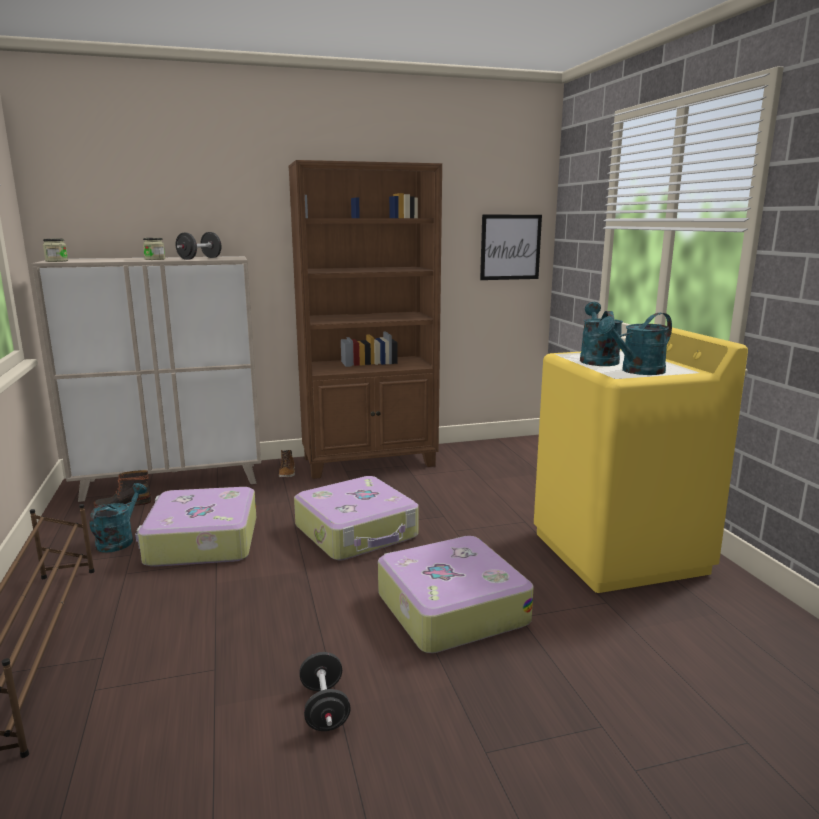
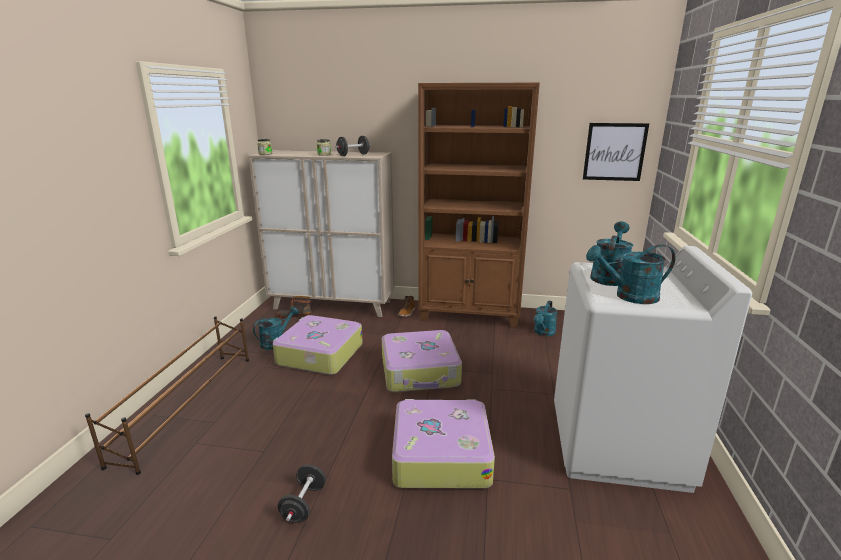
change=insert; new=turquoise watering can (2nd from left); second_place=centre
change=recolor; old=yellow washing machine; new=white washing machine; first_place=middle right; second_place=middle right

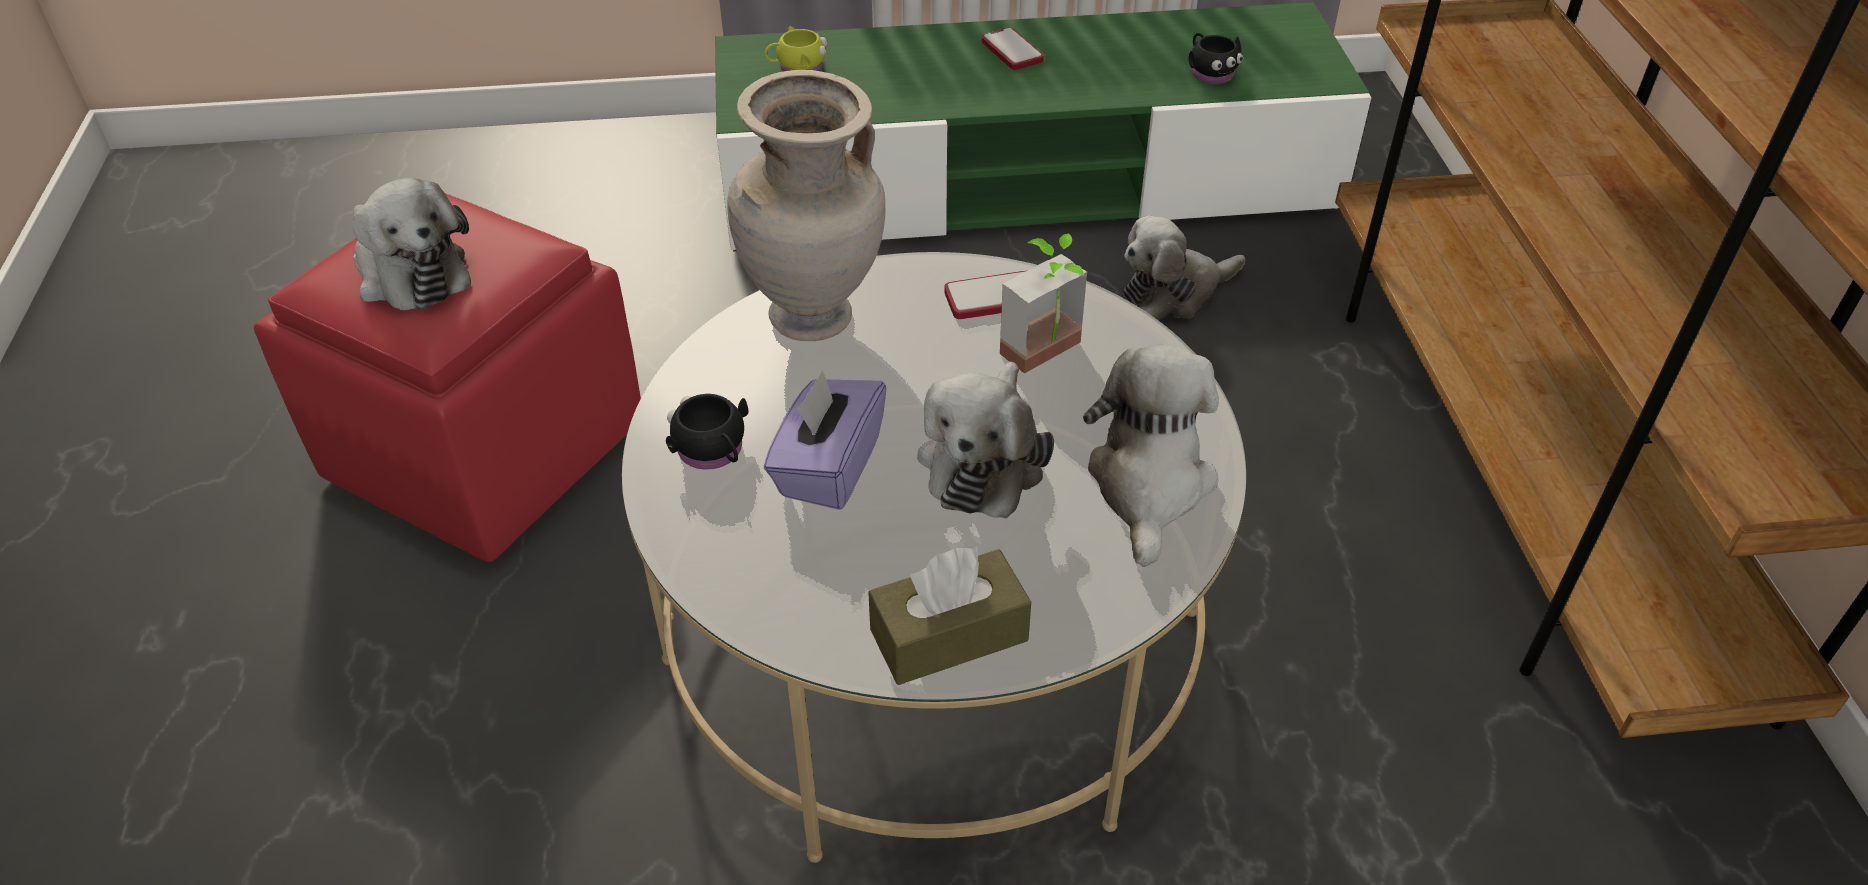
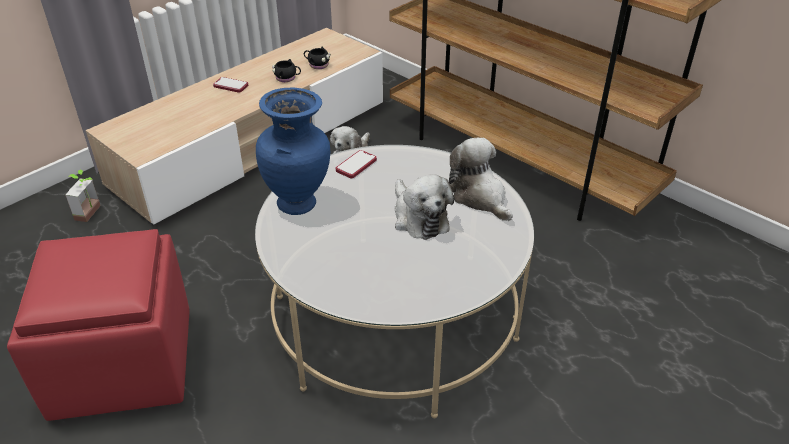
change=move; old=potted plant; first_place=centre; second_place=middle left
change=recolor; old=green tv stand; new=beige tv stand; first_place=top centre; second_place=top left
change=recolor; old=beige vase; new=blue vase; first_place=top centre; second_place=centre
change=move; old=black mug (1st from left); first_place=centre; second_place=top centre
change=delete; old=plush toy (1st from left); first_place=top left
change=delete; old=purple tissue box; first_place=centre
change=delete; old=yellow mug; first_place=top centre
change=delete; old=brown tissue box; first_place=bottom centre

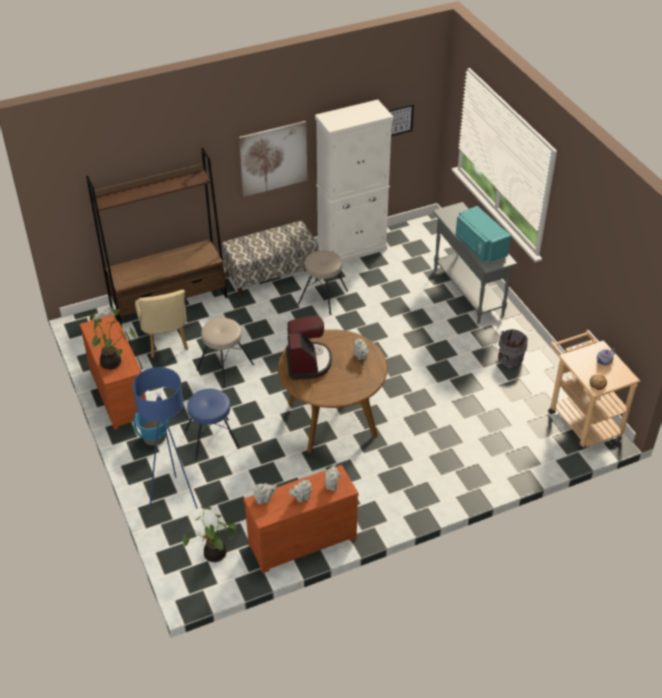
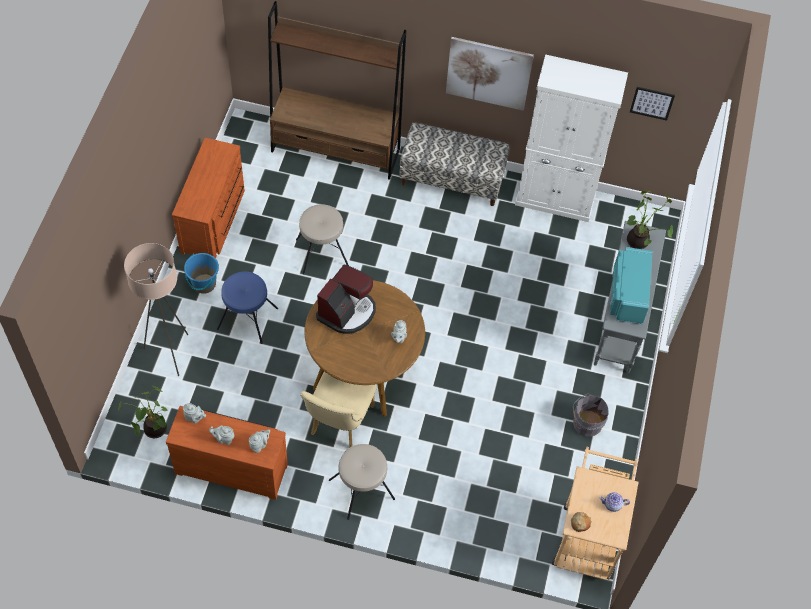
change=recolor; old=blue floor lamp; new=beige floor lamp; first_place=middle left; second_place=middle left
change=move; old=beige chair; first_place=middle left; second_place=bottom centre
change=move; old=beige stool (2nd from left); first_place=centre; second_place=bottom centre
change=move; old=potted plant (1st from left in the first image); new=potted plant (2nd from left); first_place=middle left; second_place=middle right

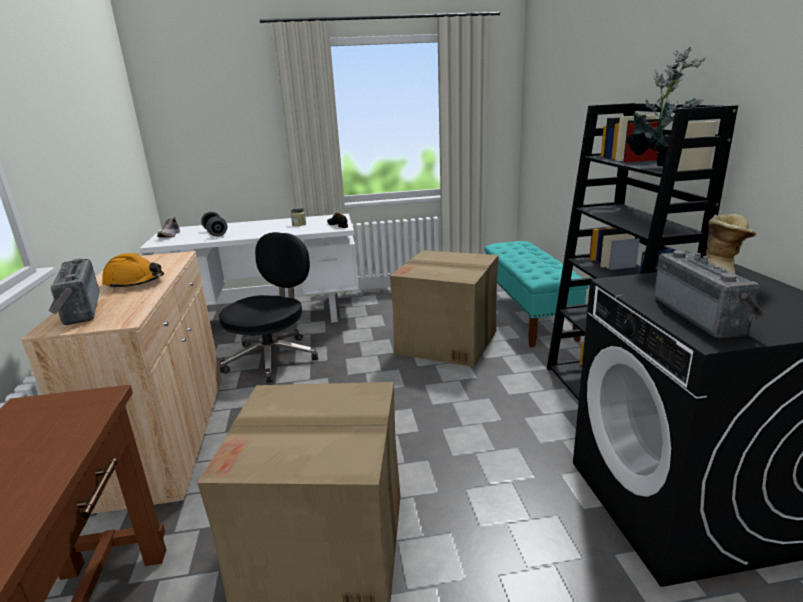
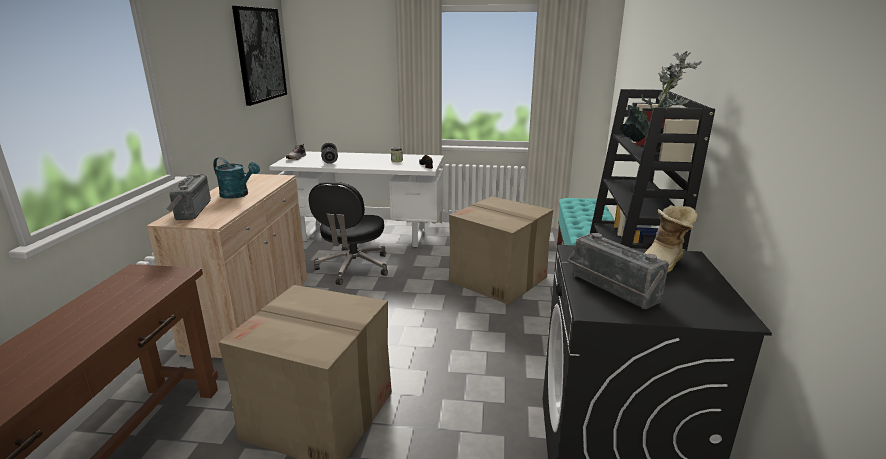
change=replace; old=orange hard hat; new=turquoise watering can; first_place=middle left; second_place=middle left
change=insert; new=picture; second_place=top left
change=rotate; old=black office chair; first_place=centre; second_place=centre; degrees=150
change=rotate; old=radio (2nd from left); first_place=middle right; second_place=middle right; degrees=135

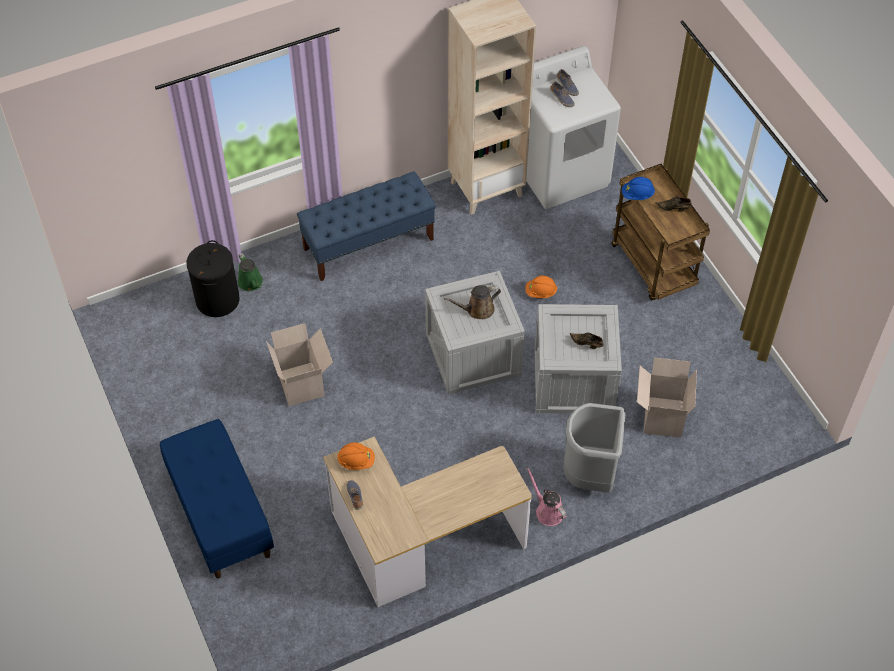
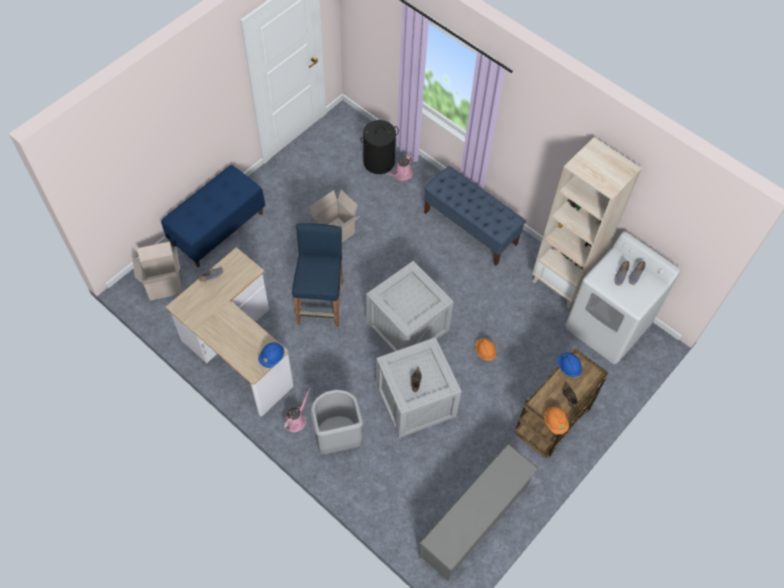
change=move; old=cardboard box (2nd from left in the first image); new=cardboard box (1st from left); first_place=middle right; second_place=middle left
change=insert; new=blue hard hat (1st from left); second_place=centre
change=insert; new=blue stool; second_place=centre
change=recolor; old=green watering can; new=pink watering can (2nd from left); first_place=middle left; second_place=top centre
change=insert; new=grey shoe rack; second_place=bottom centre
change=move; old=orange hard hat (1st from left in the first image); new=orange hard hat (2nd from left); first_place=bottom centre; second_place=bottom right
change=delete; old=brown watering can; first_place=centre

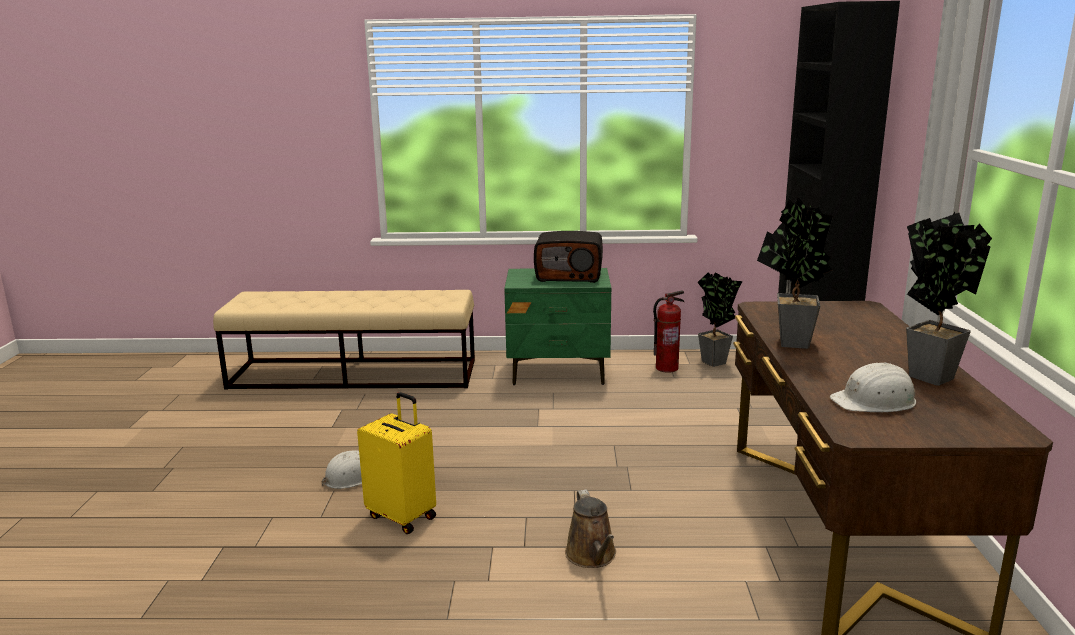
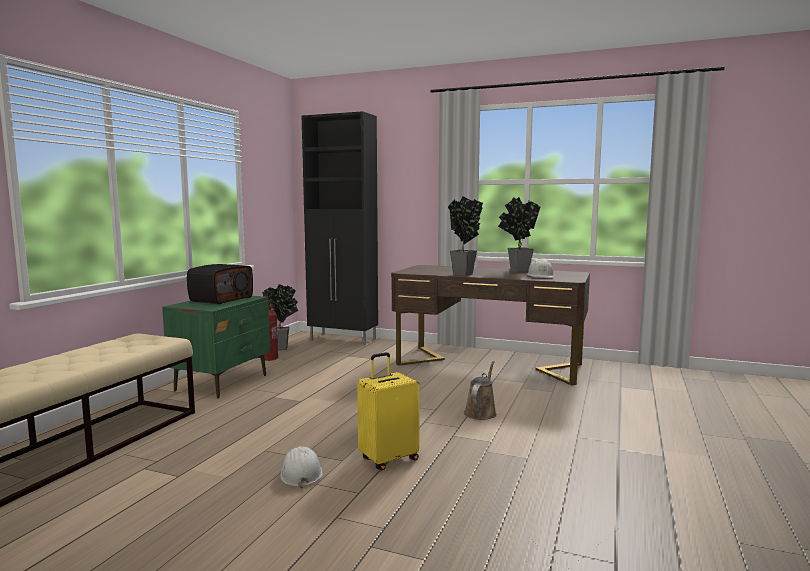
change=rotate; old=brown watering can; first_place=bottom centre; second_place=bottom centre; degrees=-75

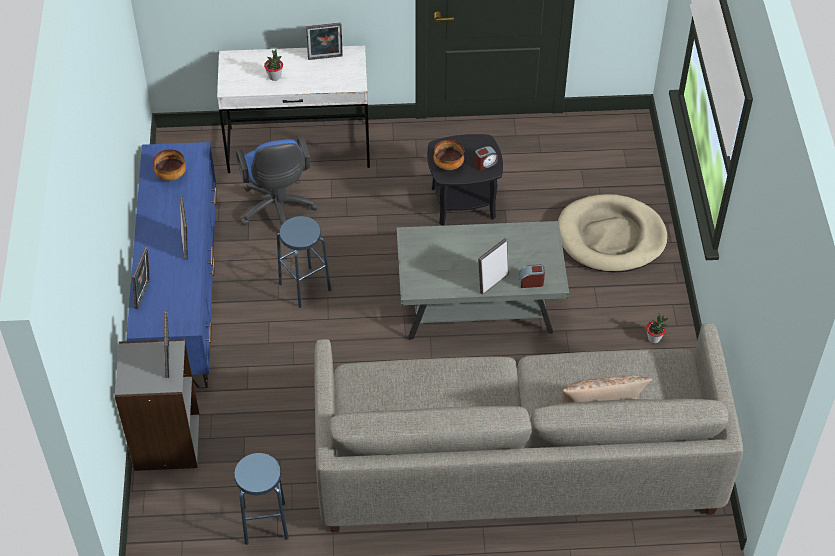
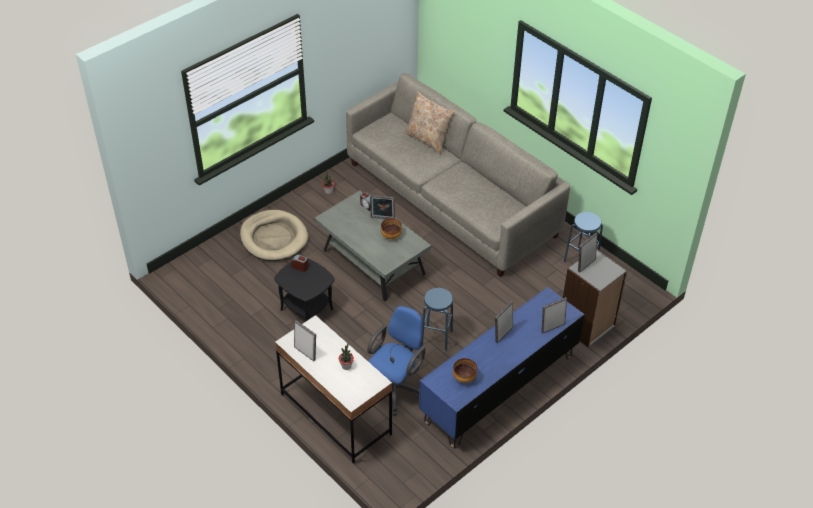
change=move; old=bowl (2nd from left in the first image); new=bowl (1st from left); first_place=top centre; second_place=centre

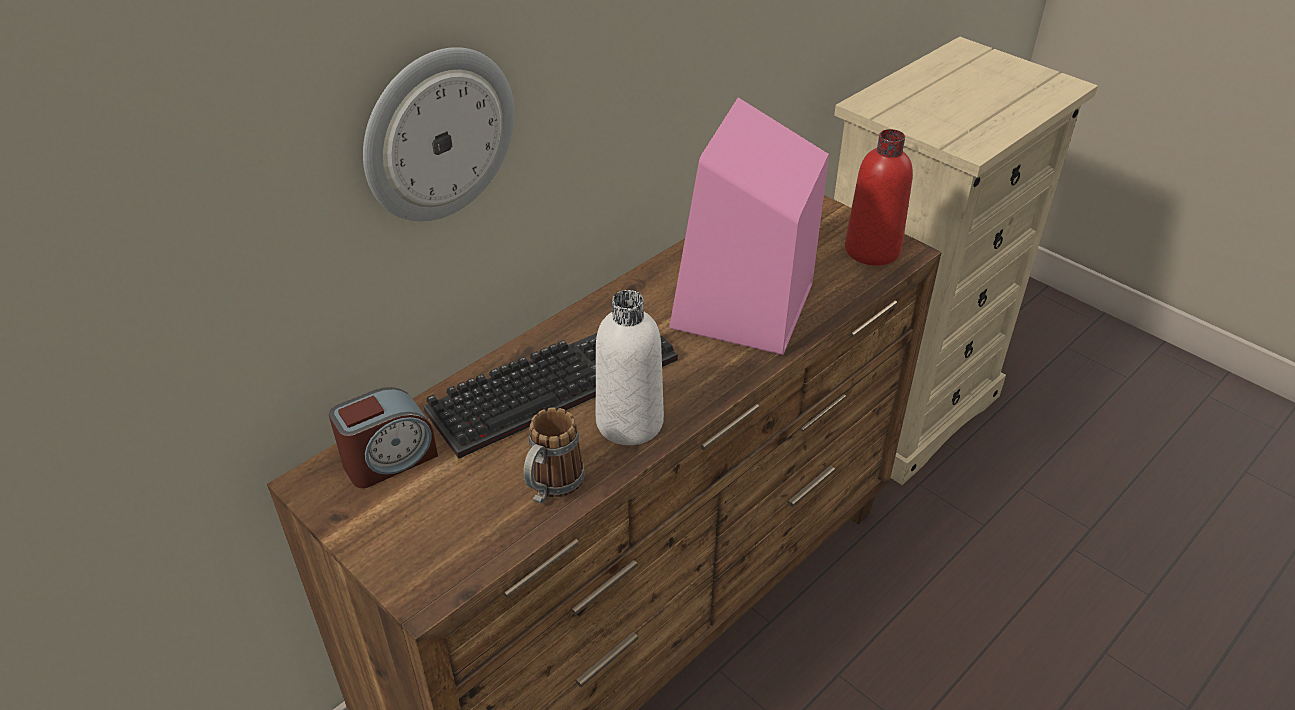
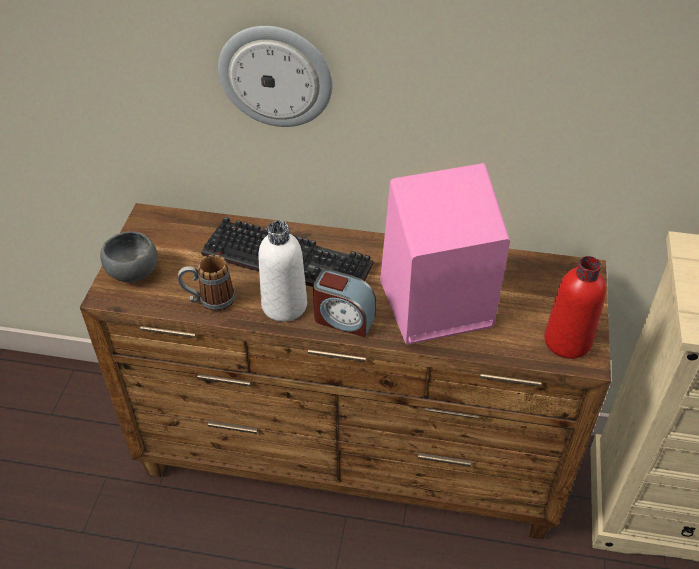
change=insert; new=grey bowl; second_place=middle left
change=move; old=alarm clock; first_place=middle left; second_place=centre

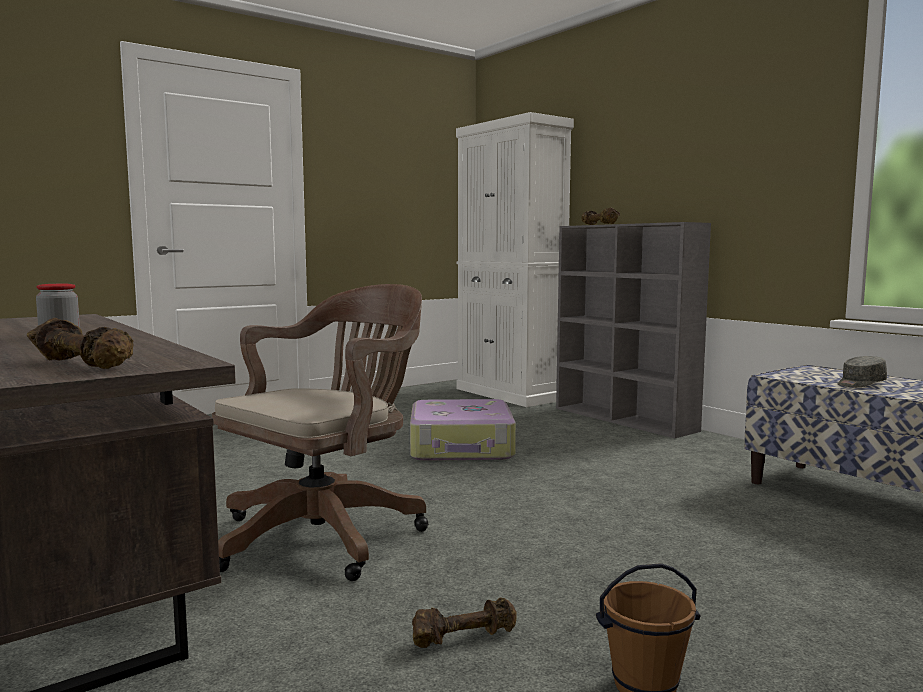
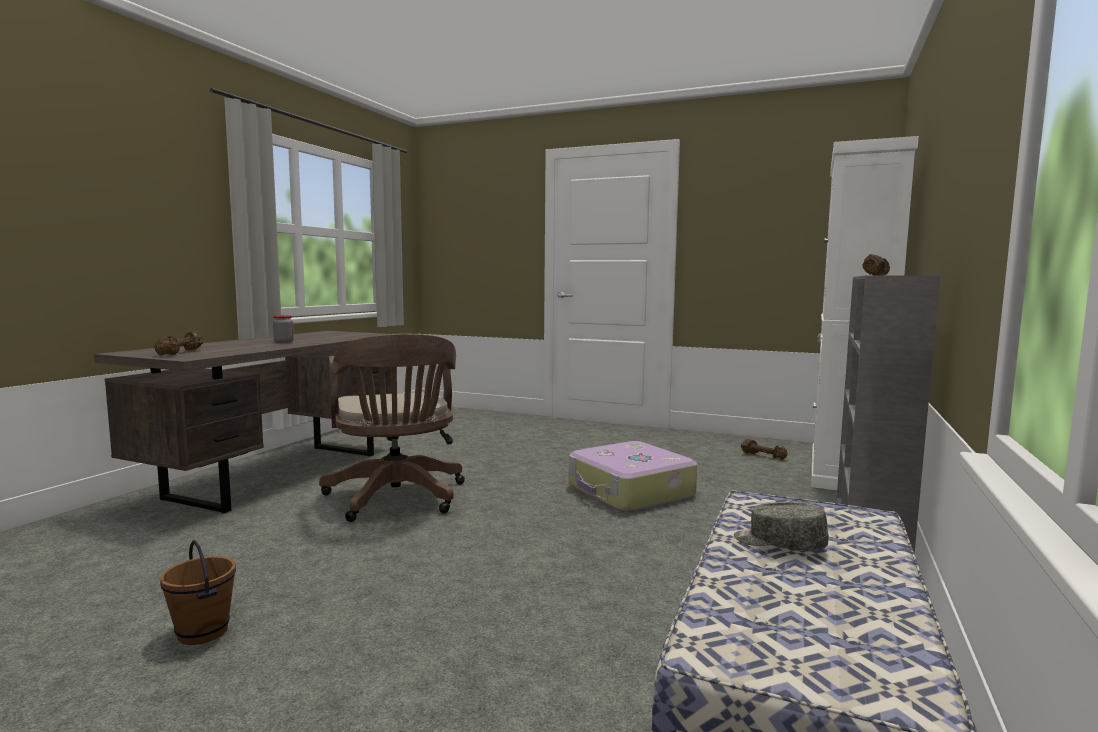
change=rotate; old=brown office chair; first_place=centre; second_place=centre; degrees=60
change=move; old=brown dumbbell (2nd from left); first_place=bottom centre; second_place=middle right

